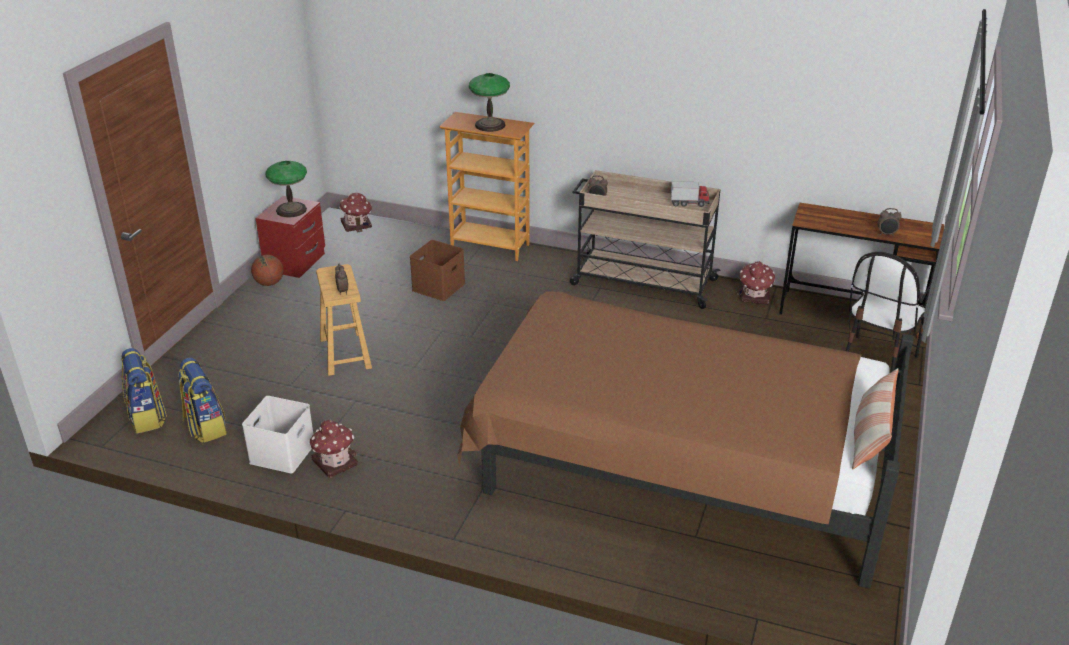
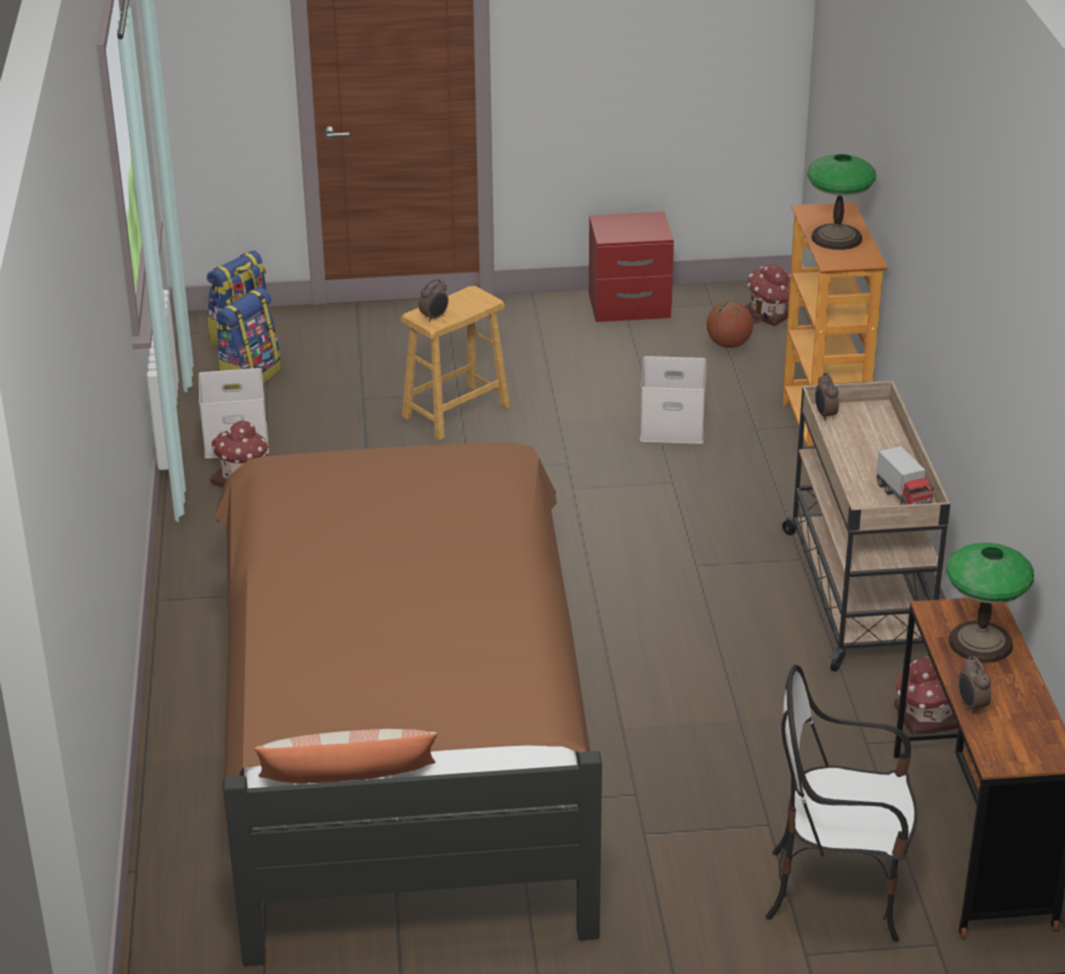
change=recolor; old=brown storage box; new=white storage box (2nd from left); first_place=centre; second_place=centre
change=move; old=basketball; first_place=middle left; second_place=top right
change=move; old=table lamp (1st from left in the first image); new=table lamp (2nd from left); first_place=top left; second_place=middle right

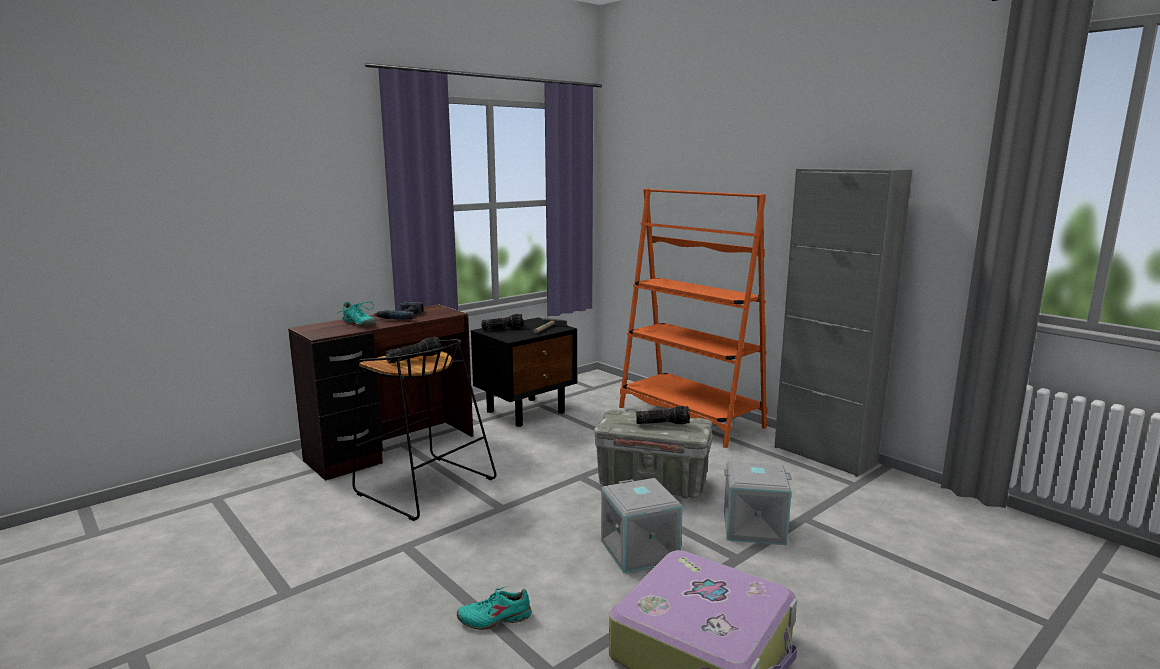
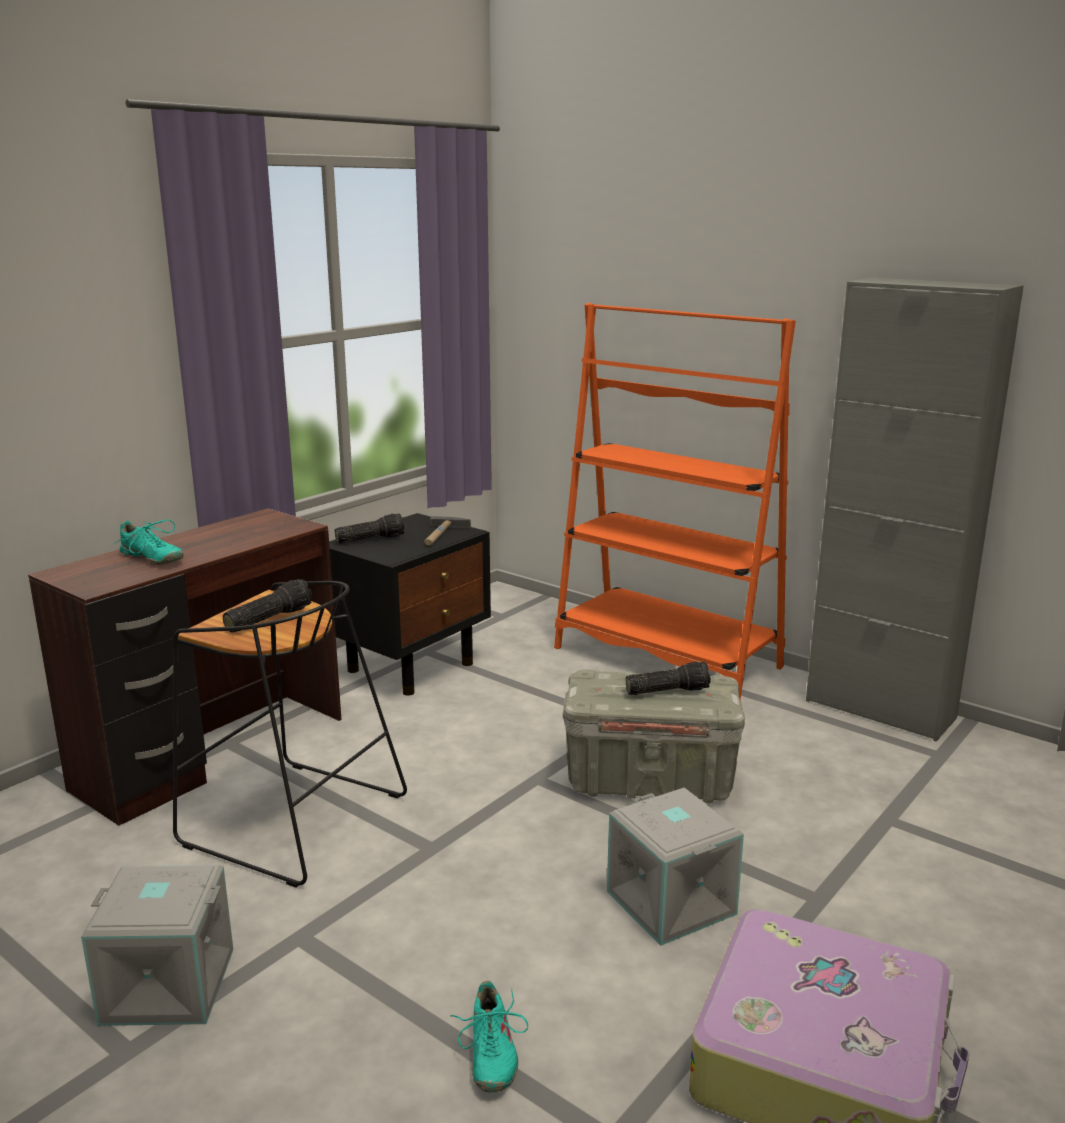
change=move; old=grey storage box (3rd from left in the first image); new=grey storage box (1st from left); first_place=bottom centre; second_place=bottom left
change=rotate; old=turquoise shoe (2nd from left); first_place=bottom centre; second_place=bottom centre; degrees=-75
change=delete; old=power drill; first_place=centre

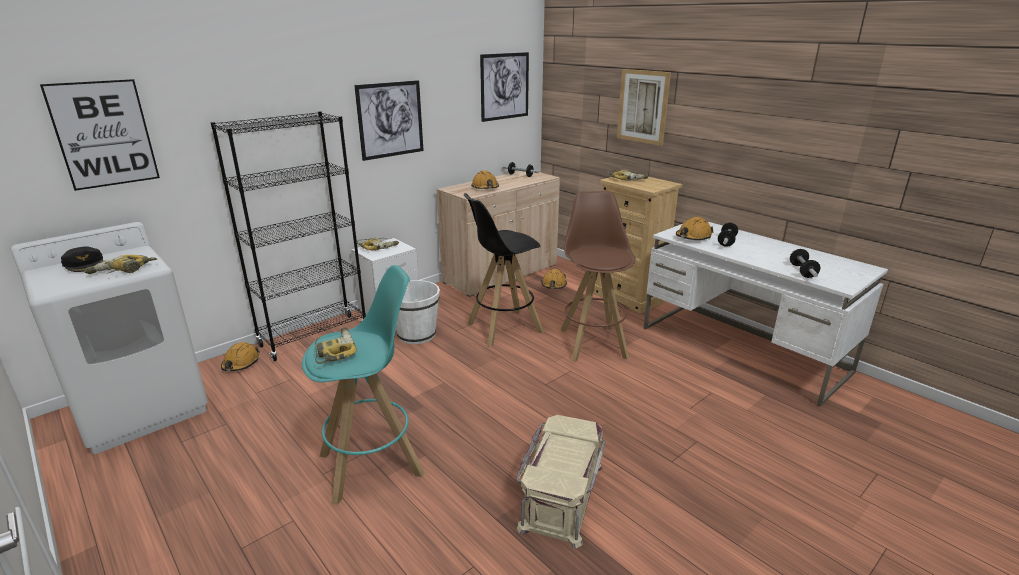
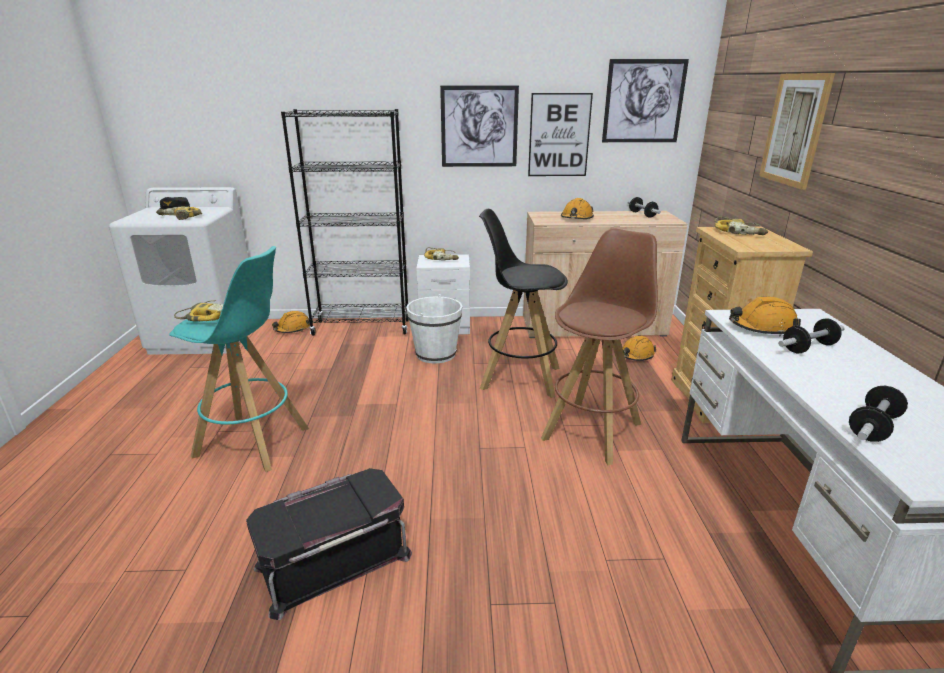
change=recolor; old=beige storage box; new=black storage box; first_place=bottom centre; second_place=bottom centre
change=move; old=picture (1st from left in the first image); new=picture (2nd from left); first_place=top left; second_place=top centre

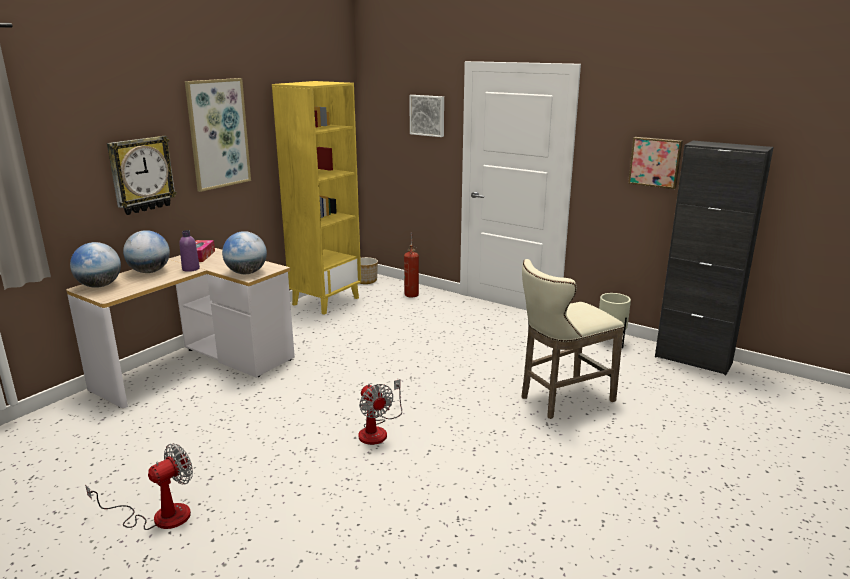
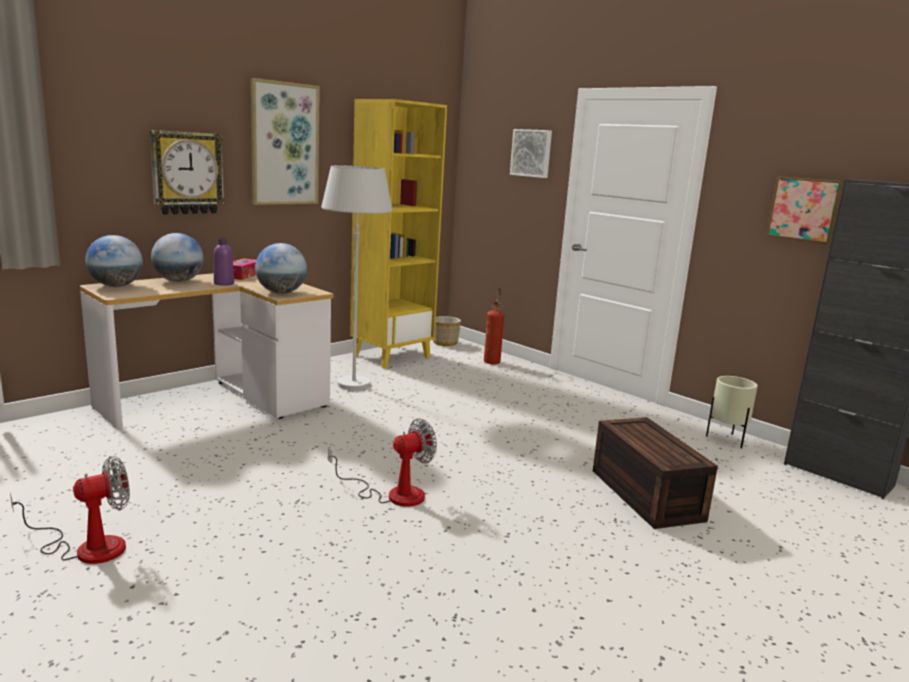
change=insert; new=white floor lamp; second_place=centre
change=rotate; old=fan (2nd from left); first_place=bottom centre; second_place=bottom centre; degrees=-105
change=replace; old=beige stool; new=brown storage box; first_place=middle right; second_place=bottom right

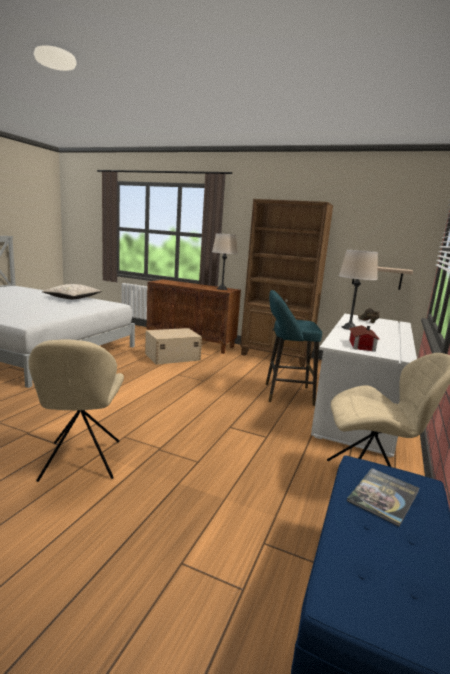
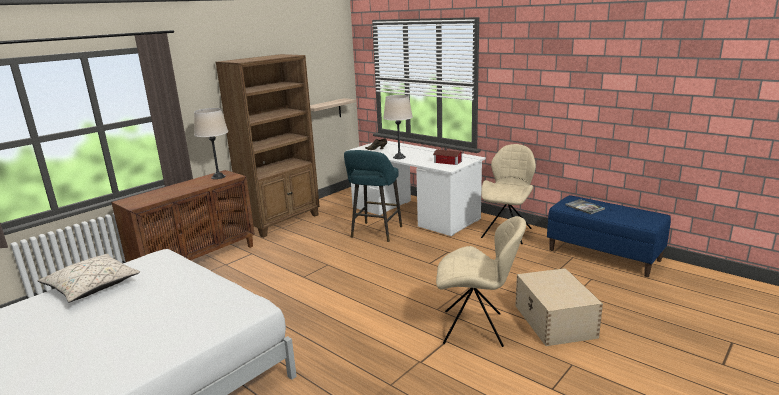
change=move; old=beige storage box; first_place=centre; second_place=bottom right

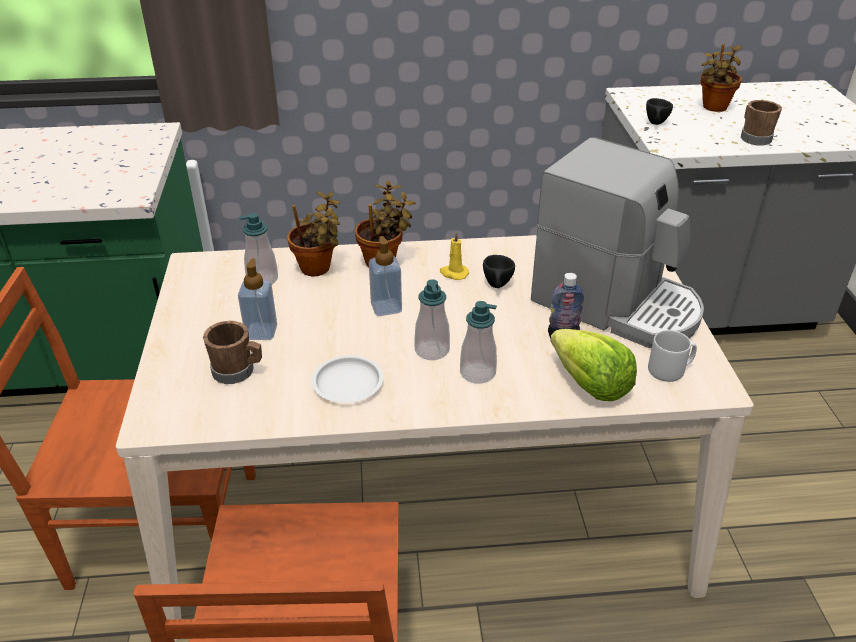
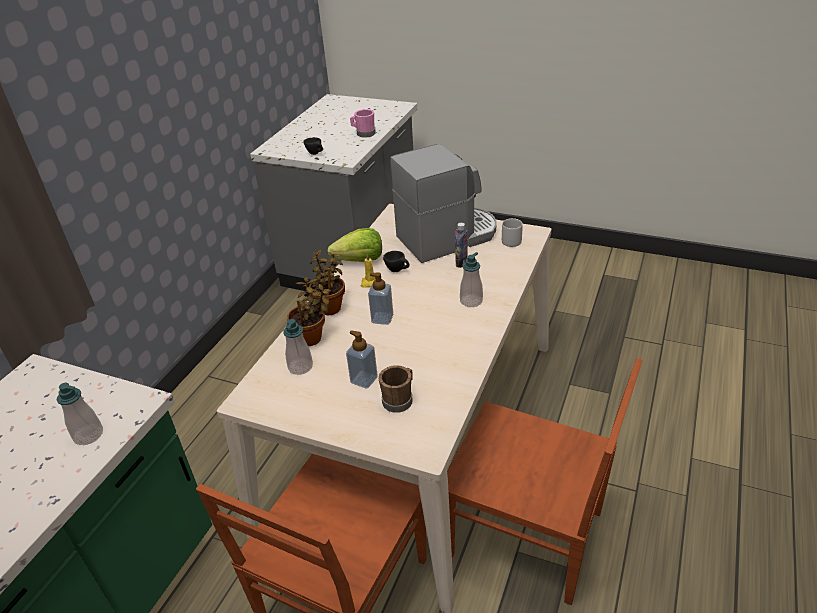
change=move; old=soap dispenser (4th from left in the first image); new=soap dispenser (1st from left); first_place=centre; second_place=bottom left
change=move; old=lettuce; first_place=middle right; second_place=centre
change=recolor; old=brown mug (2nd from left); new=pink mug; first_place=top right; second_place=top centre
change=delete; old=white plate; first_place=centre
change=delete; old=potted plant (3rd from left); first_place=top right

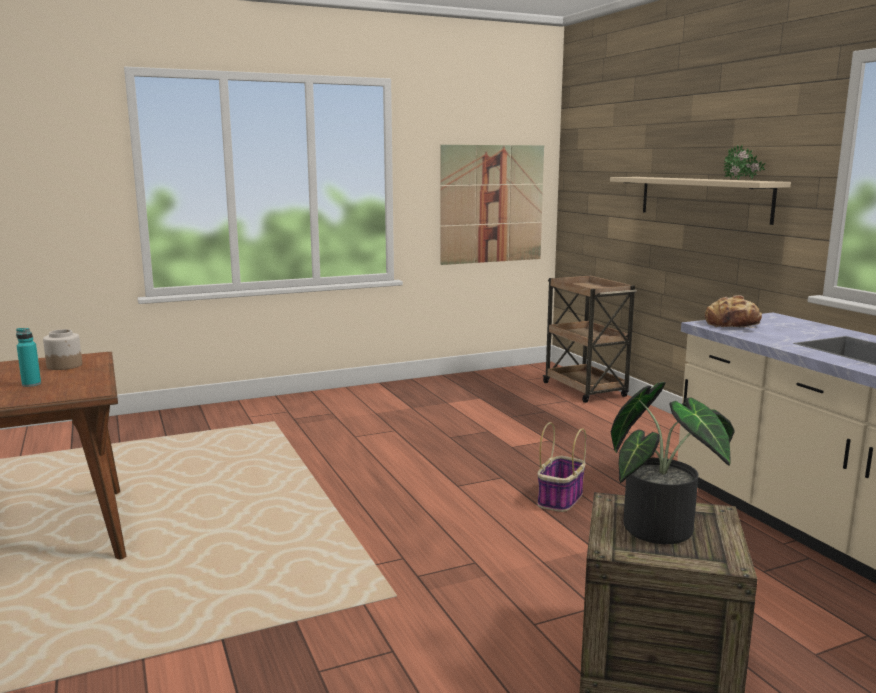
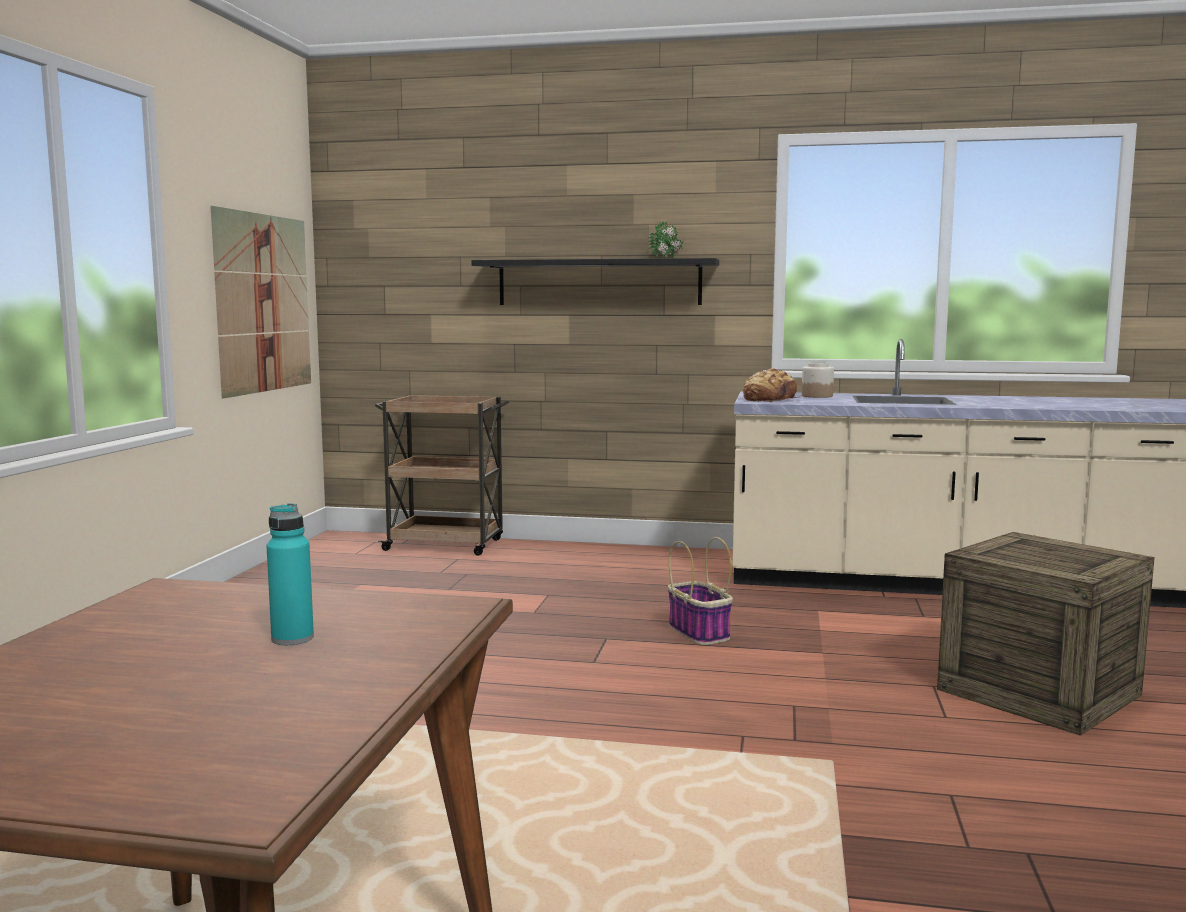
change=recolor; old=beige shelf; new=black shelf; first_place=top right; second_place=top centre
change=move; old=jar; first_place=middle left; second_place=middle right
change=delete; old=potted plant (1st from left); first_place=bottom right

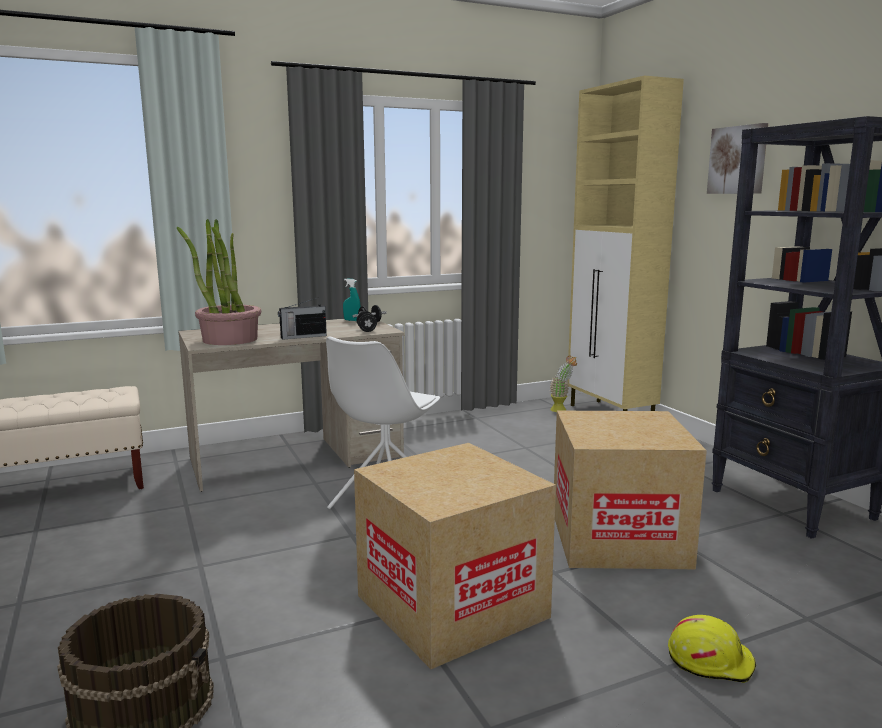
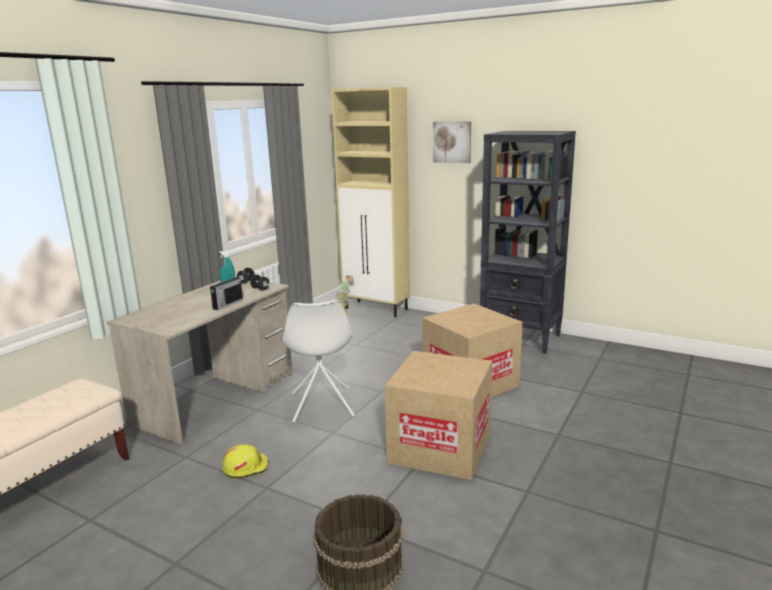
change=move; old=yellow hard hat; first_place=bottom right; second_place=bottom left
change=delete; old=potted plant (1st from left); first_place=middle left

